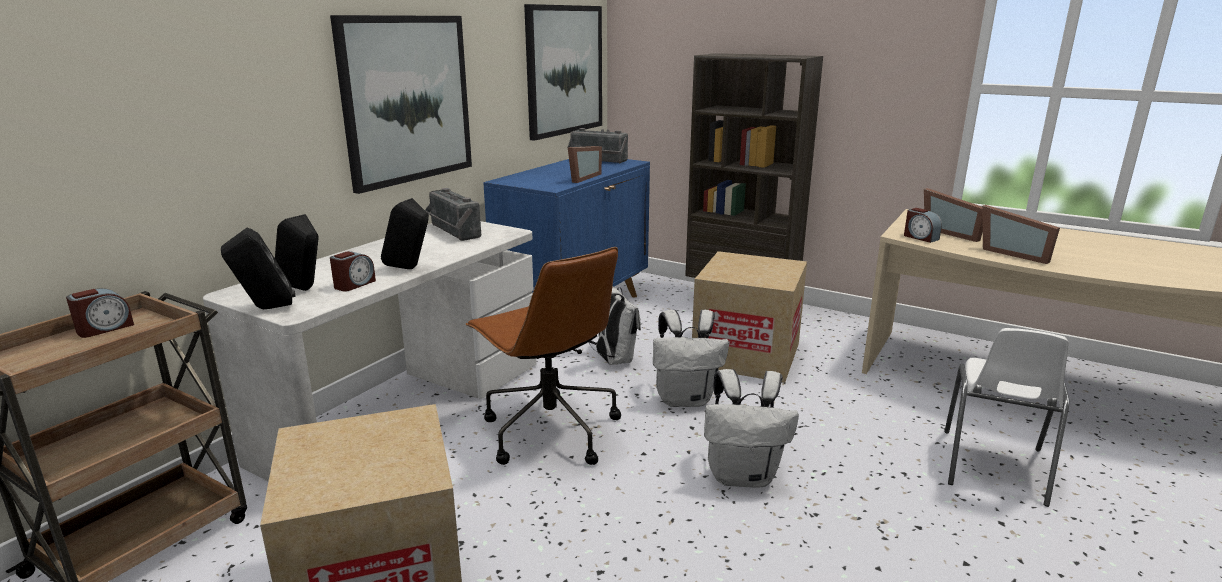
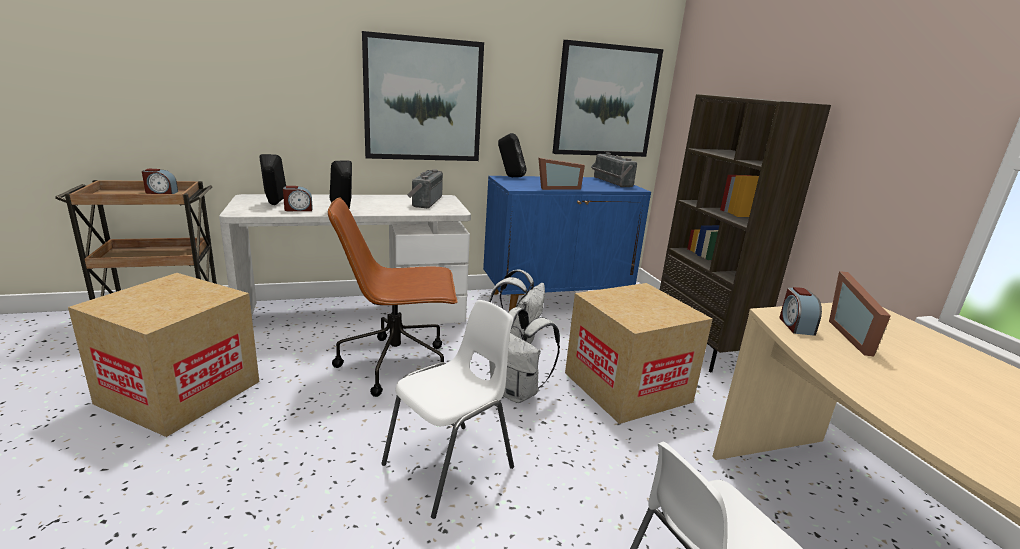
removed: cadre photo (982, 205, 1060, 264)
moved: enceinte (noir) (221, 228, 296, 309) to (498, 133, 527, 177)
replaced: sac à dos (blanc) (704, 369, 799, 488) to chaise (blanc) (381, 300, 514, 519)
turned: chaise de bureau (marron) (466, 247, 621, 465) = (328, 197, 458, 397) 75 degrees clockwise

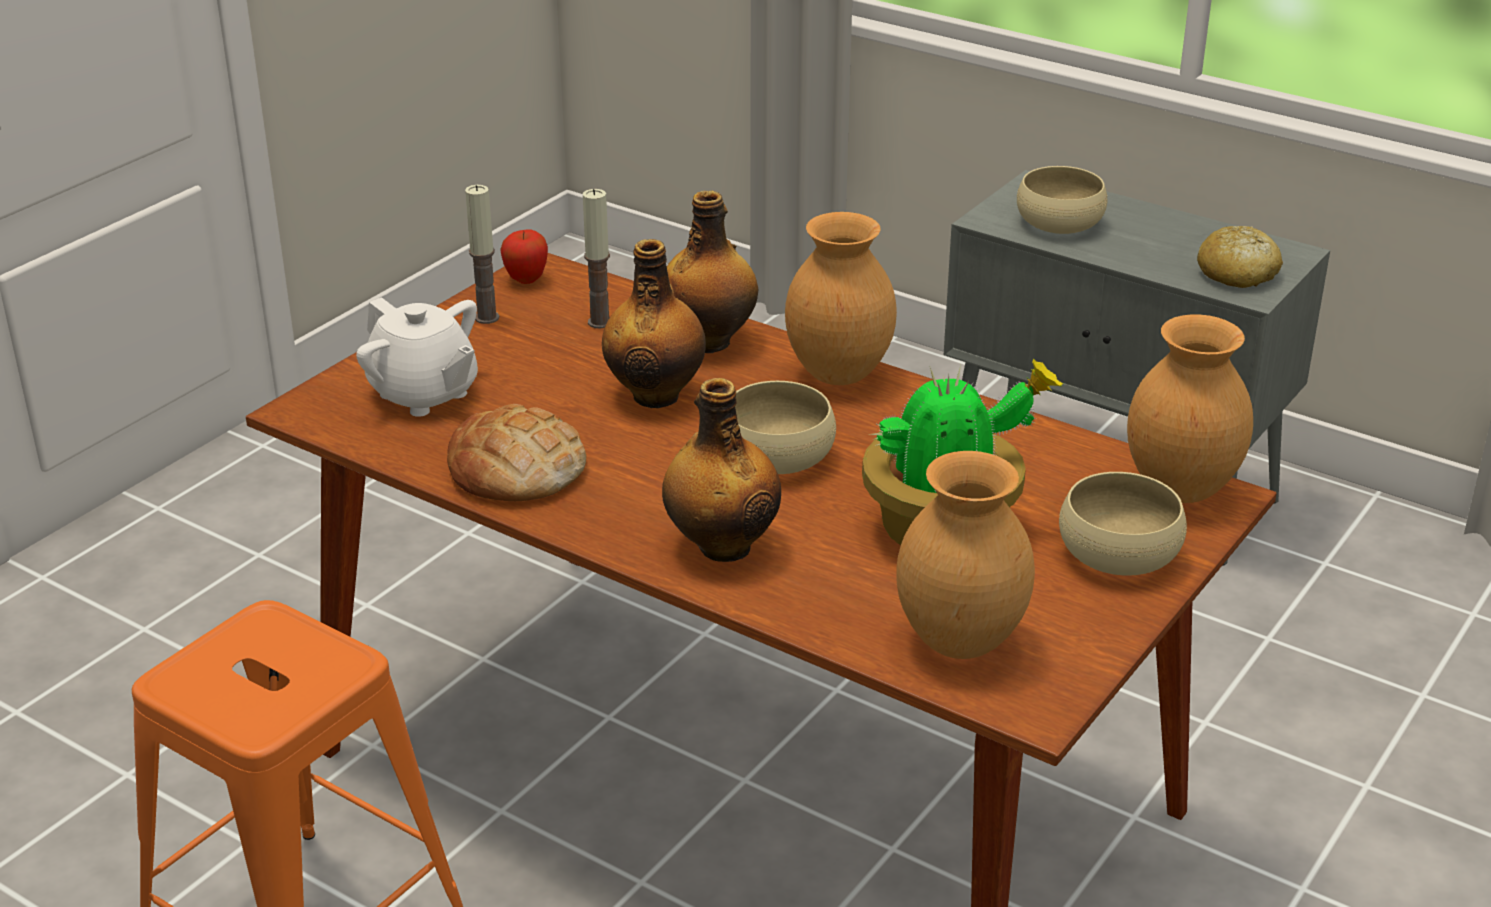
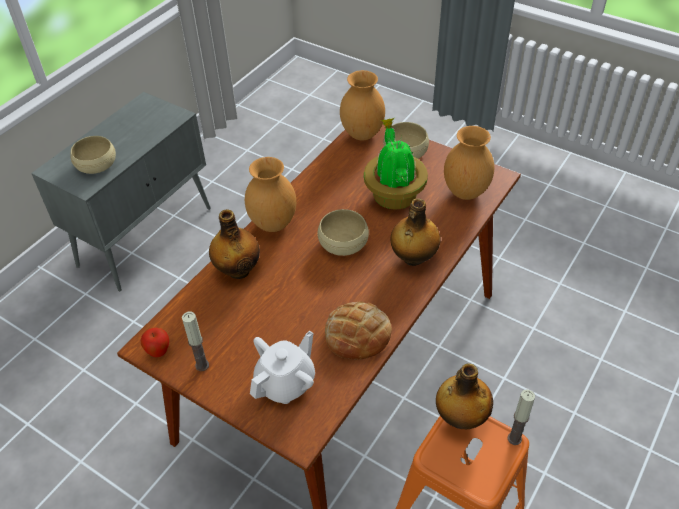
removed: pain (1197, 226, 1283, 288)
moved: bougie (583, 189, 610, 328) to (507, 389, 535, 445); bouteille (602, 239, 706, 408) to (436, 363, 493, 429)

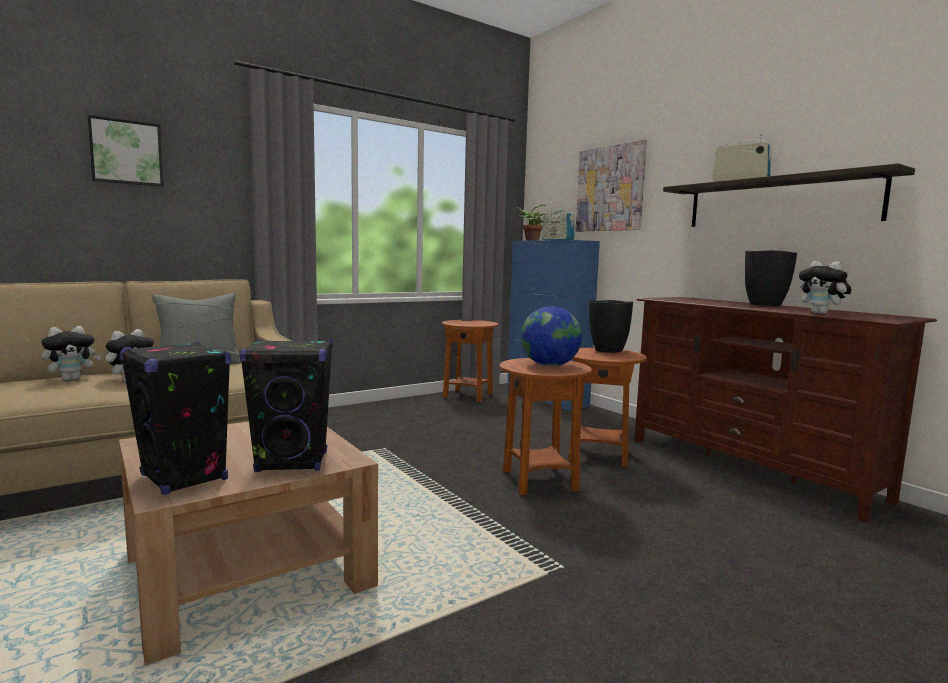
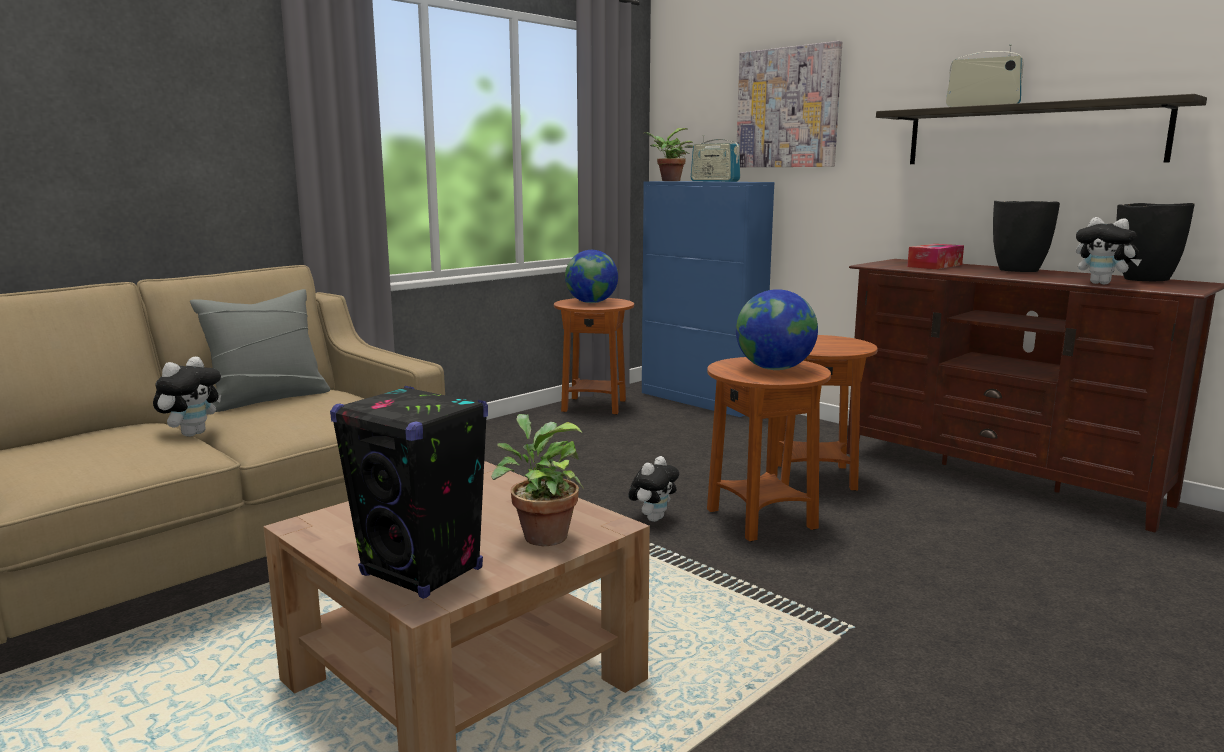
removed: tableau (87, 115, 163, 187)
added: globe (565, 250, 618, 303); boîte à mouchoirs (907, 244, 964, 269)
moved: peluche (41, 326, 102, 381) to (628, 456, 679, 522); vase (noir) (589, 300, 633, 353) to (1117, 203, 1195, 281)
replaced: enceinte (noir) (240, 340, 333, 472) to plante en pot (491, 414, 584, 546)

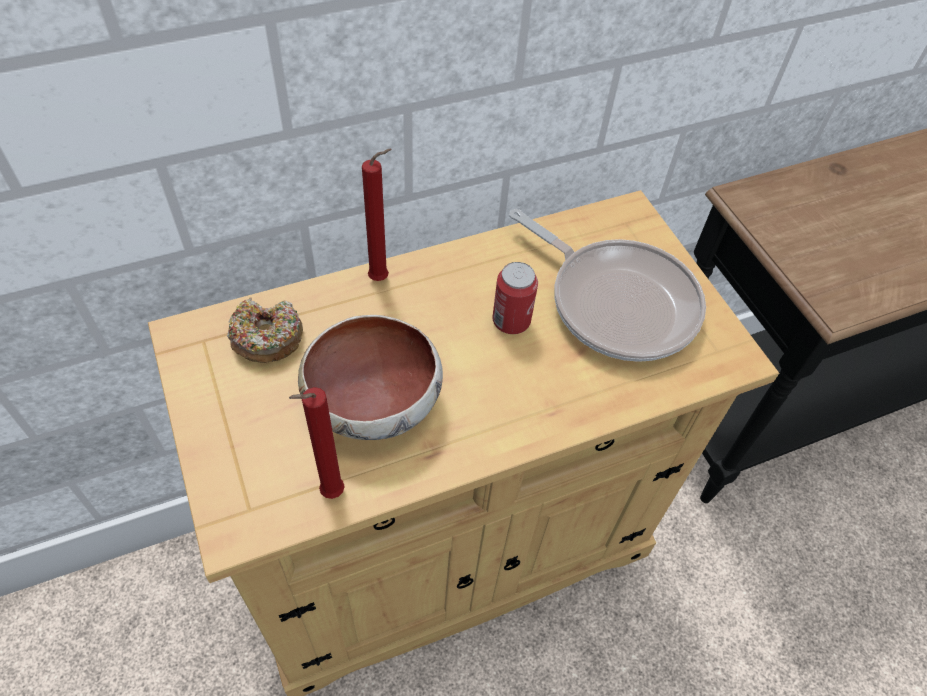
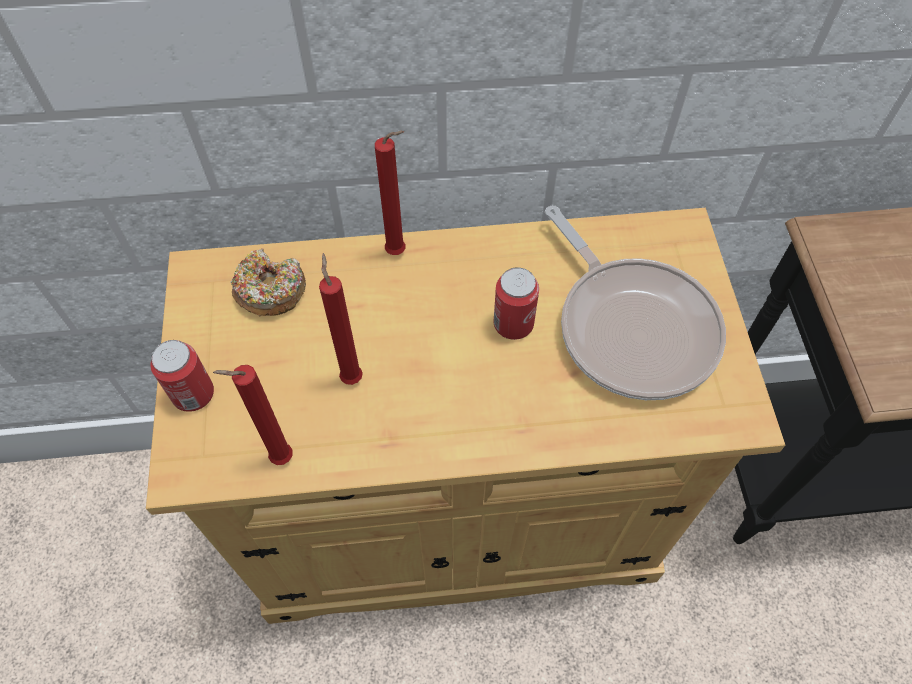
added: boîte métallique (150, 340, 214, 412)
replaced: bol (298, 315, 443, 440) to bougie (rouge) (319, 253, 363, 385)

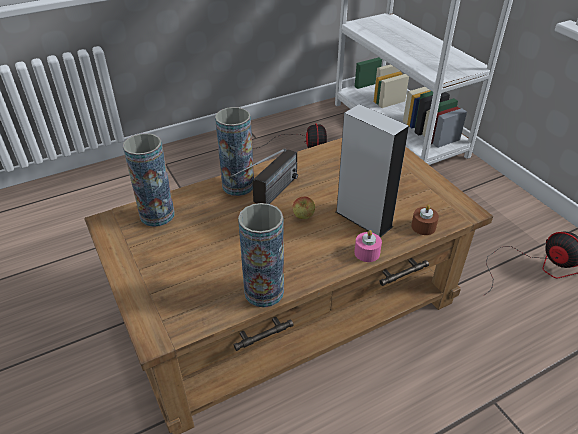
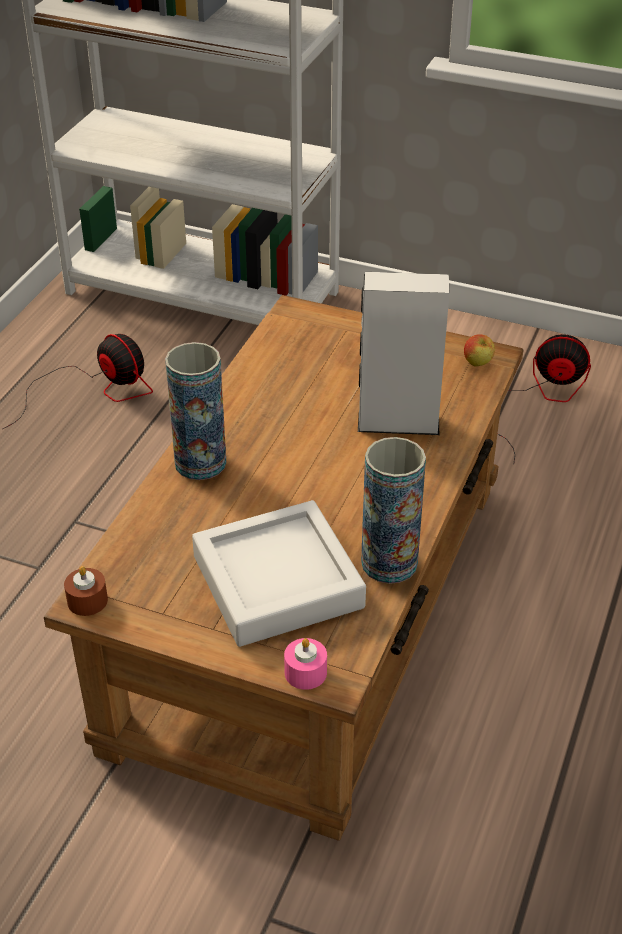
removed: vase (123, 133, 175, 227); radio (231, 149, 298, 204)
added: plateau (gris) (192, 500, 366, 647)
moved: pomme (293, 196, 315, 219) to (464, 334, 495, 367); bougie (rose) (354, 230, 382, 262) to (284, 638, 327, 690); bougie (marron) (411, 204, 439, 235) to (64, 566, 108, 616)

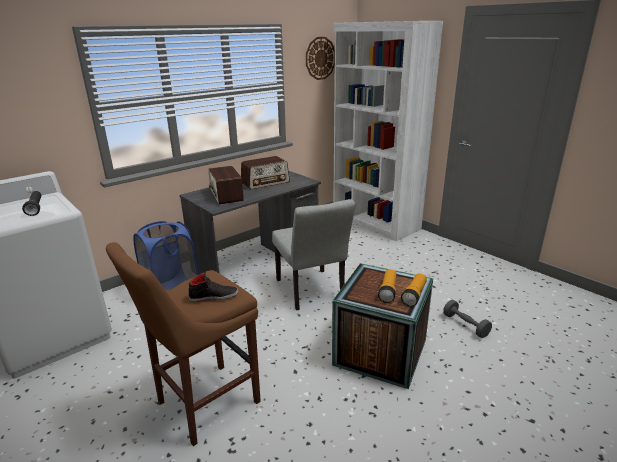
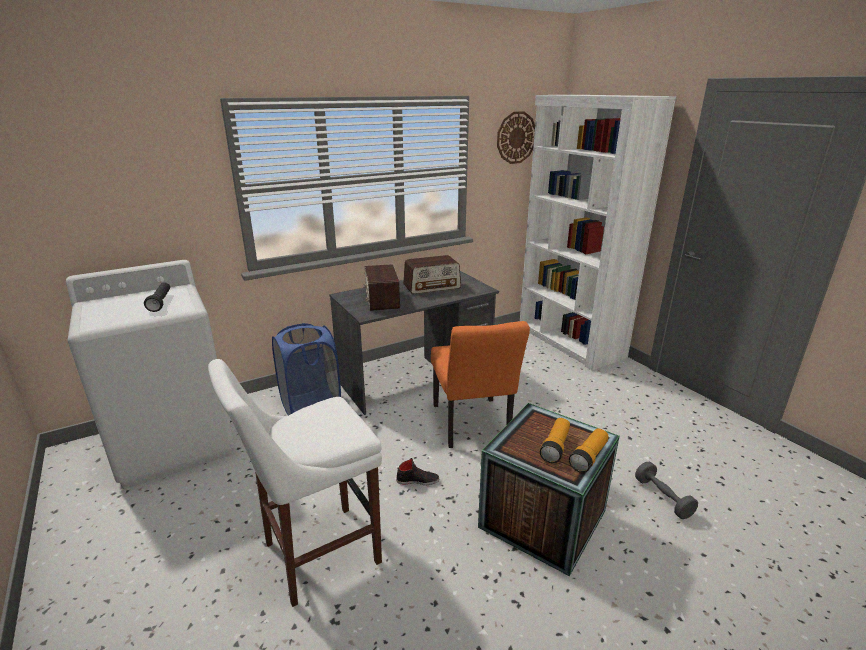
moved: chaussure (noir) (189, 272, 238, 302) to (396, 458, 439, 485)
recoloured: tabouret (marron) (106, 242, 261, 446) to tabouret (blanc) (208, 359, 382, 607); chaise (gris) (272, 199, 355, 310) to chaise (orange) (431, 321, 530, 448)

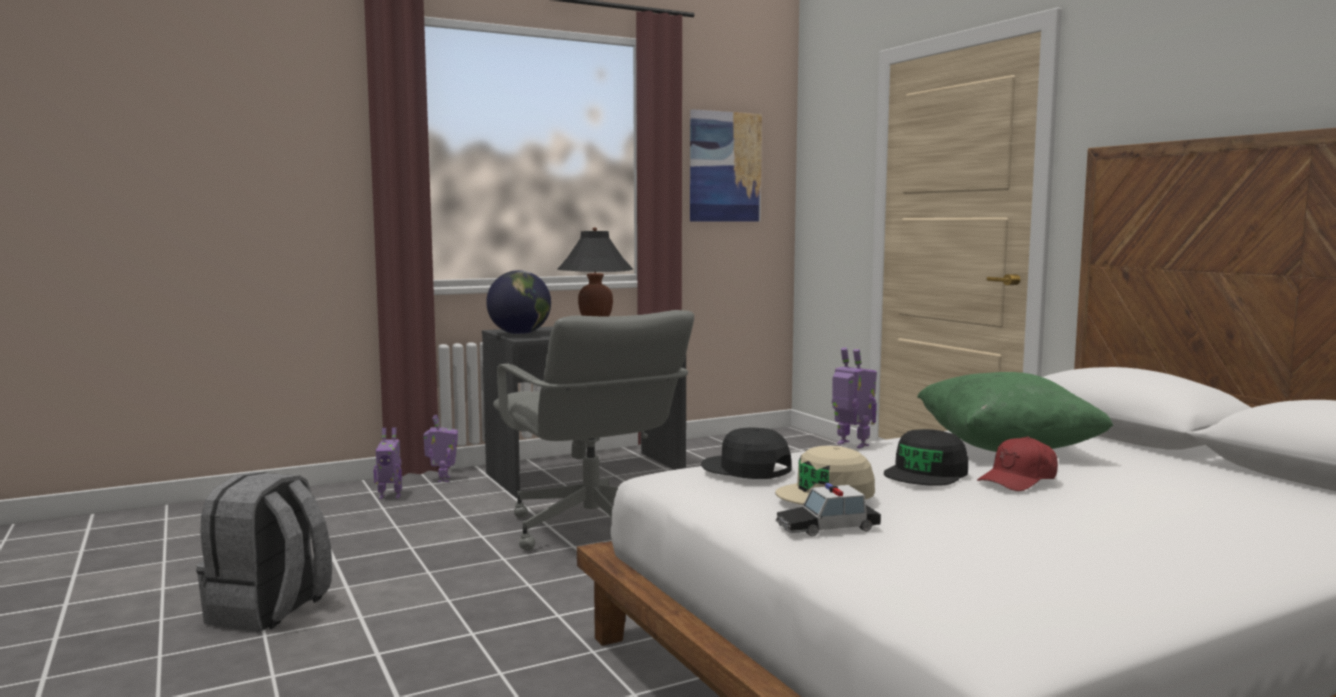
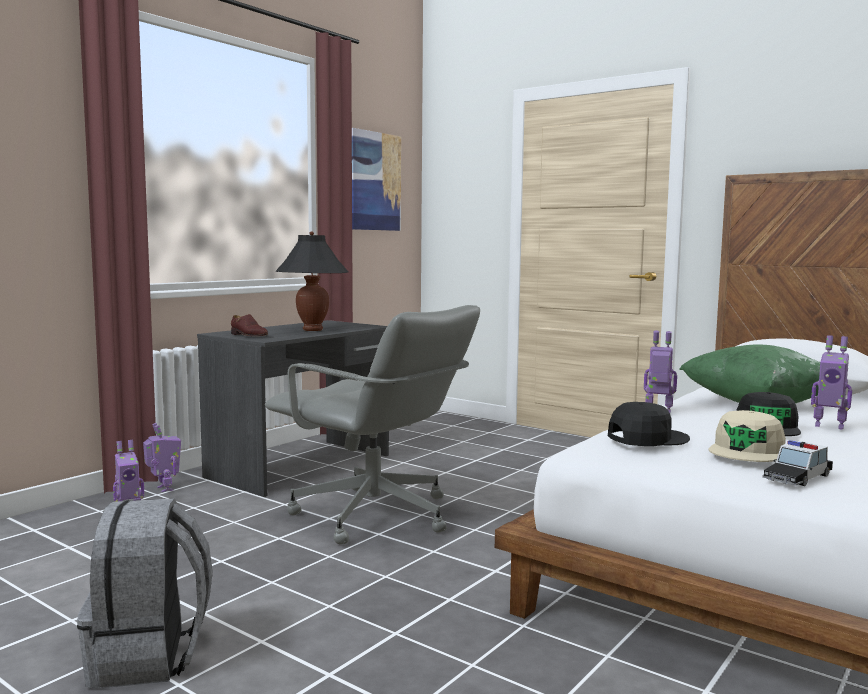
replaced: globe (486, 270, 551, 334) to chaussure (marron) (231, 314, 268, 336); casquette (rouge) (977, 436, 1058, 491) to robot jouet (811, 335, 852, 430)
turned: casquette (noir) (701, 427, 792, 479) = (608, 402, 690, 446) 150 degrees clockwise

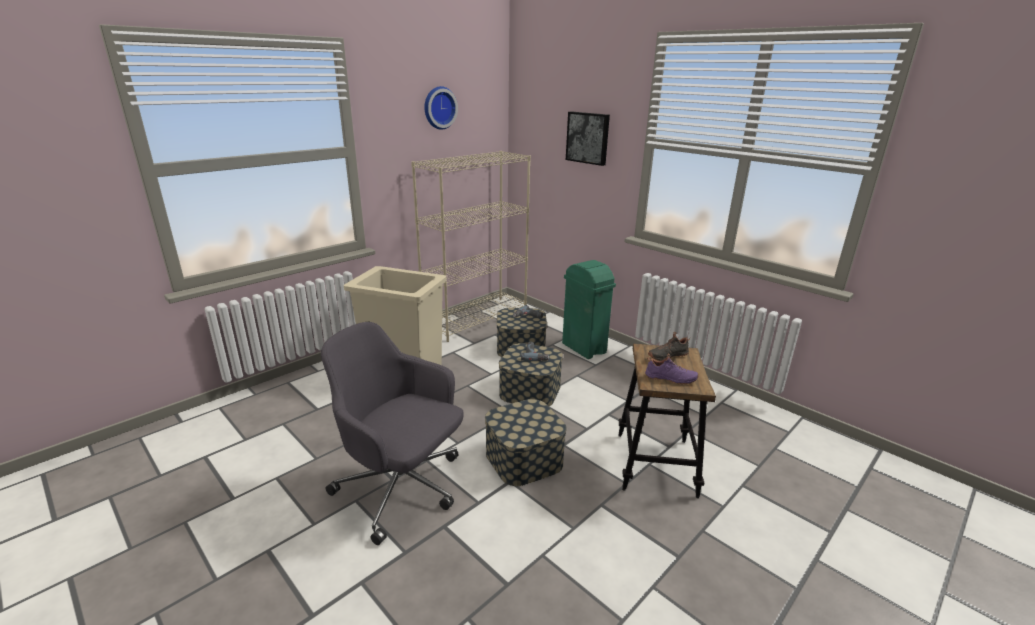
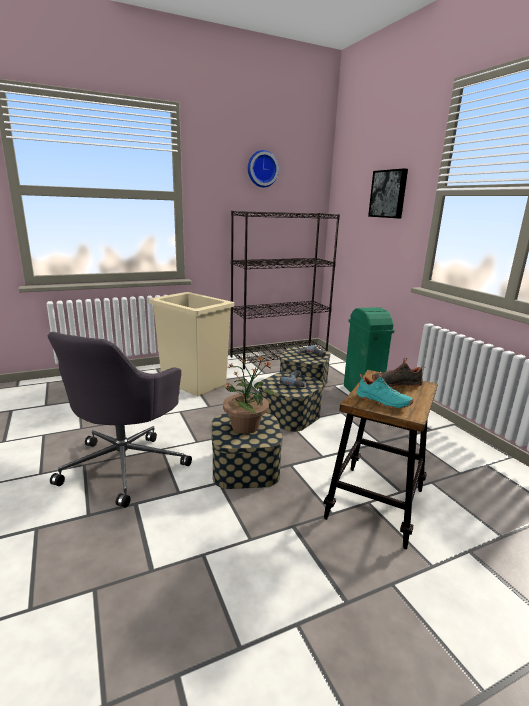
added: plante en pot (223, 357, 276, 434)
recoloured: bibliothèque (beige) (411, 151, 531, 342) to bibliothèque (noir) (230, 211, 340, 369); chaussure (violet) (645, 354, 699, 385) to chaussure (turquoise) (356, 371, 413, 409)
turned: chaise de bureau (gris) (321, 322, 464, 545) = (48, 332, 192, 508) 120 degrees counterclockwise

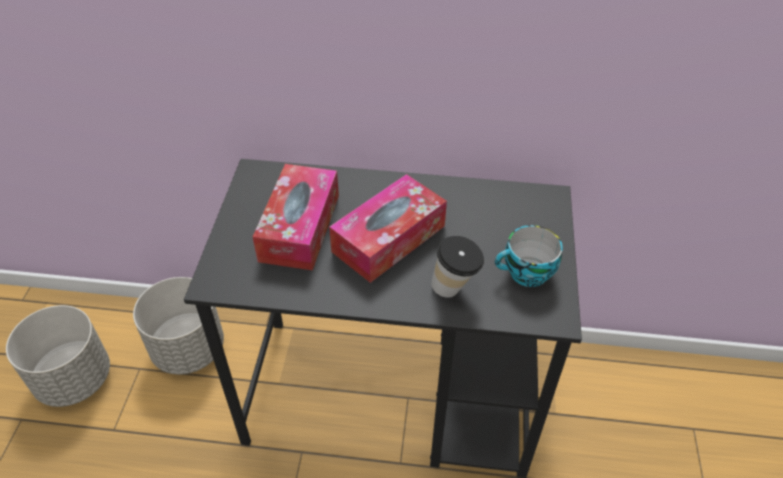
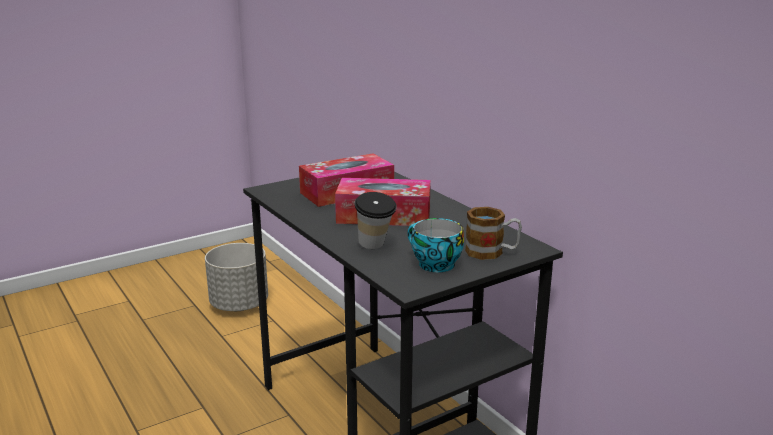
removed: cache-pot (gris) (133, 277, 224, 374)
added: mug (465, 207, 522, 260)

